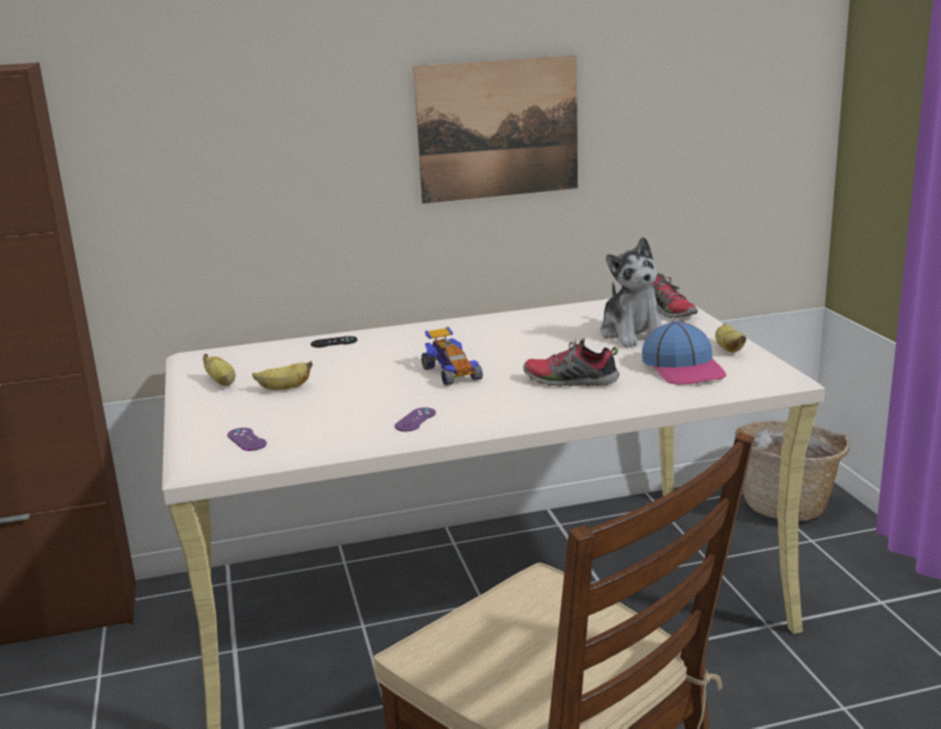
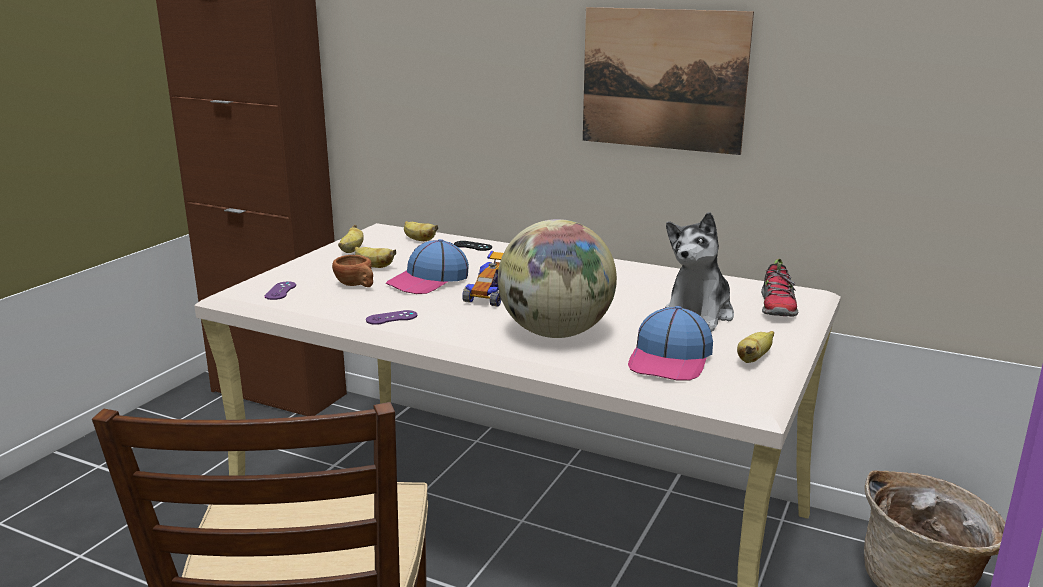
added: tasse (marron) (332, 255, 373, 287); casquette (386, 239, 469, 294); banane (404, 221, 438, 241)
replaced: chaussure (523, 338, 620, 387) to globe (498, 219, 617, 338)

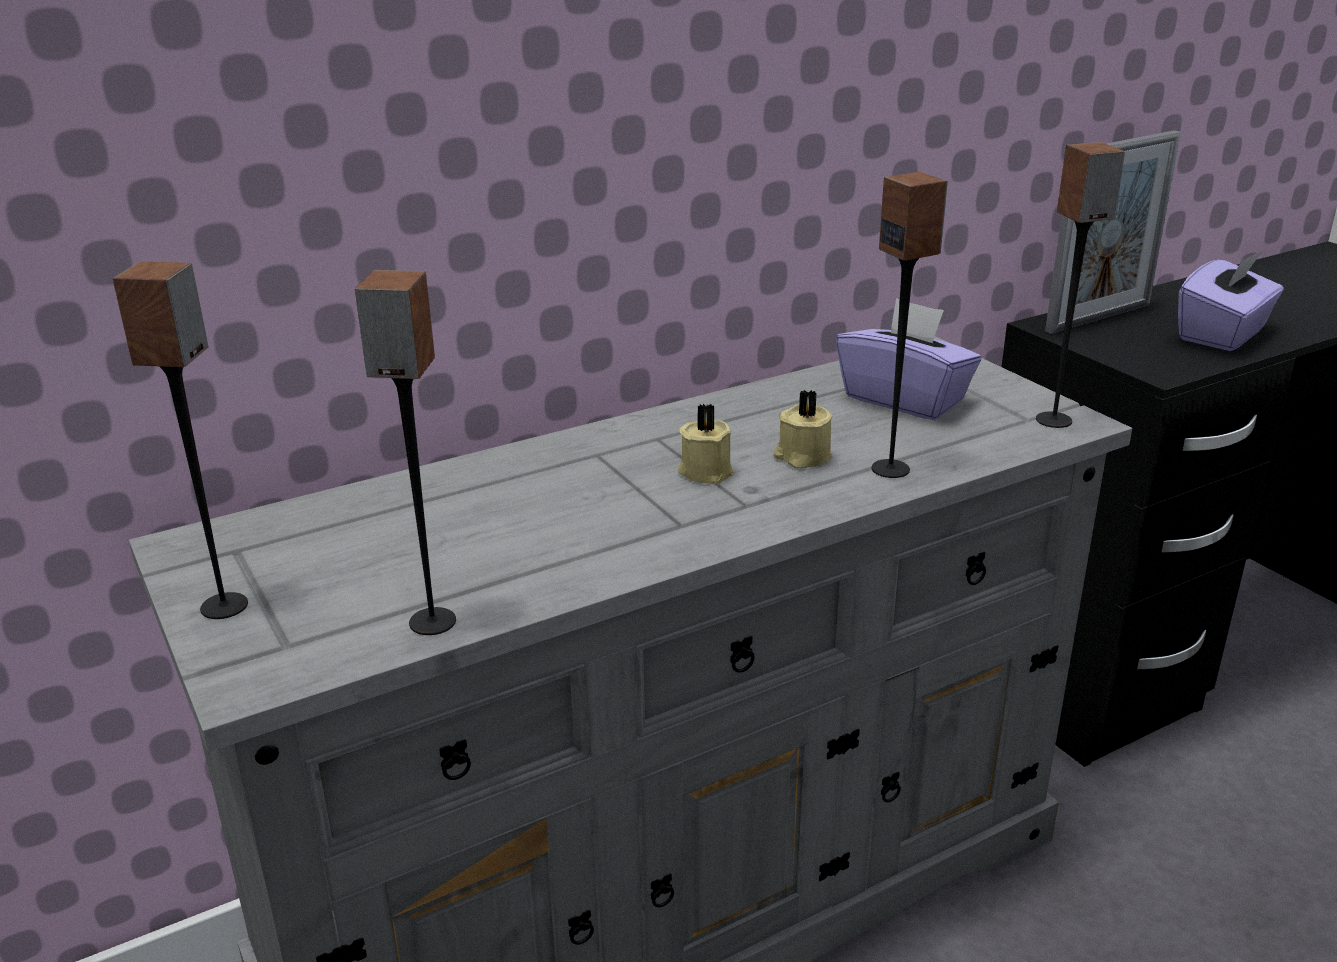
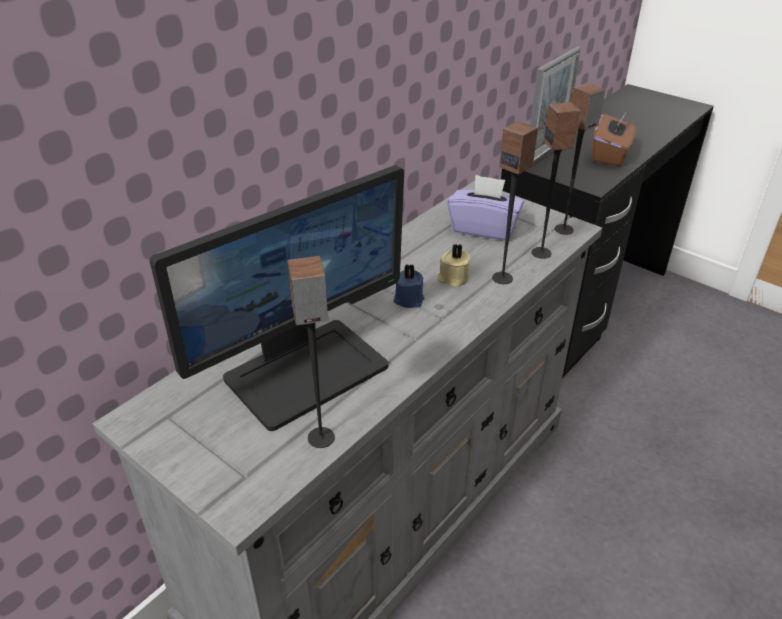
added: écran d'ordinateur (150, 165, 404, 431)
moved: enceinte (113, 262, 248, 619) to (532, 102, 581, 259)
recoloured: bougie (beige) (678, 404, 734, 484) to bougie (bleu) (393, 264, 424, 308); boîte à mouchoirs (violet) (1178, 250, 1284, 351) to boîte à mouchoirs (marron) (591, 110, 636, 166)

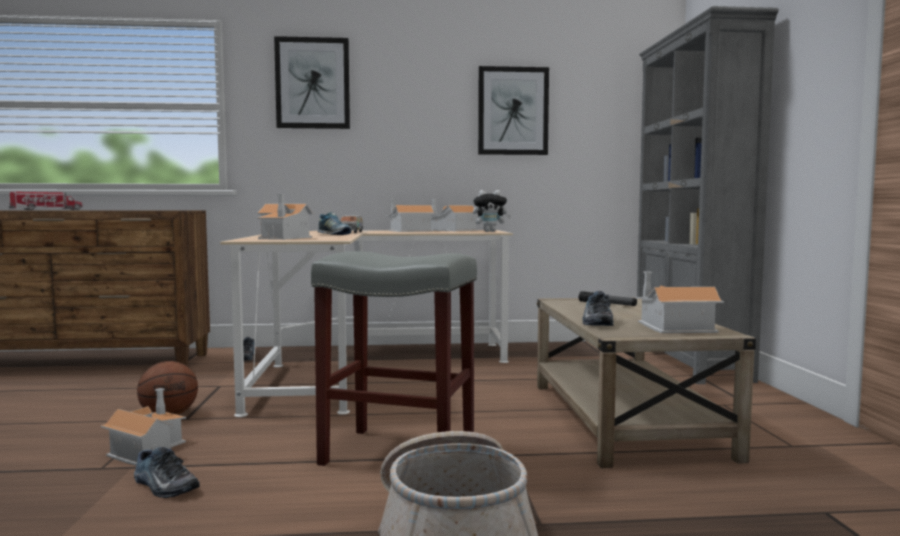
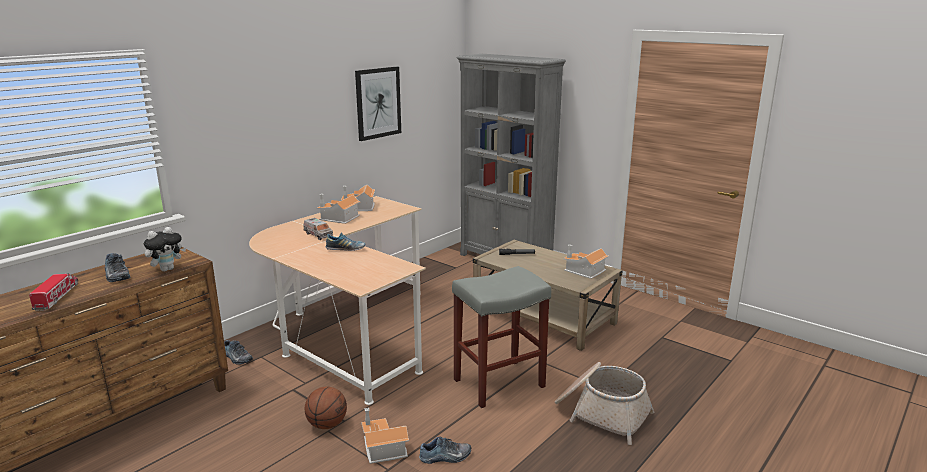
removed: maison miniature (257, 194, 315, 240); tableau (274, 36, 350, 129)
moved: peluche (473, 190, 511, 232) to (144, 227, 186, 272); chaussure (582, 291, 614, 326) to (104, 253, 131, 282)

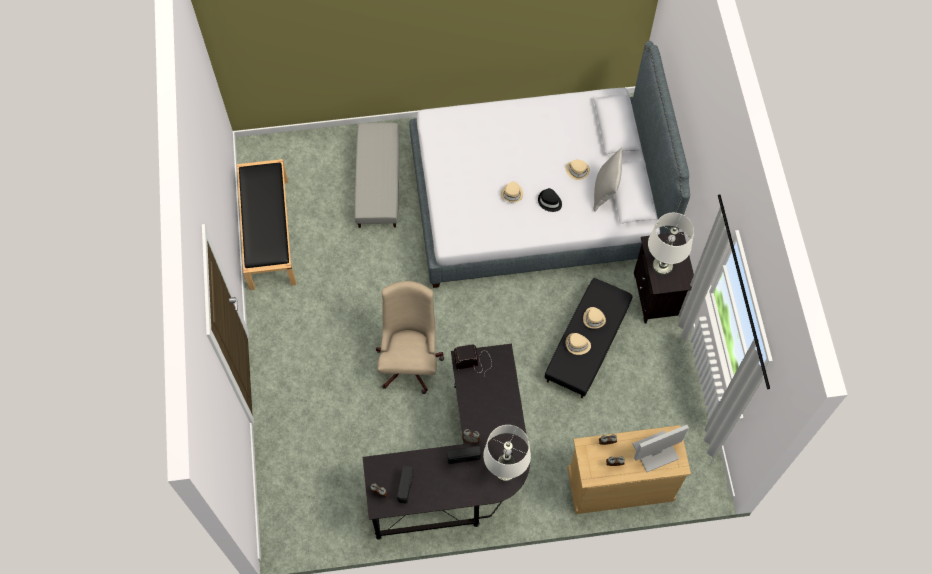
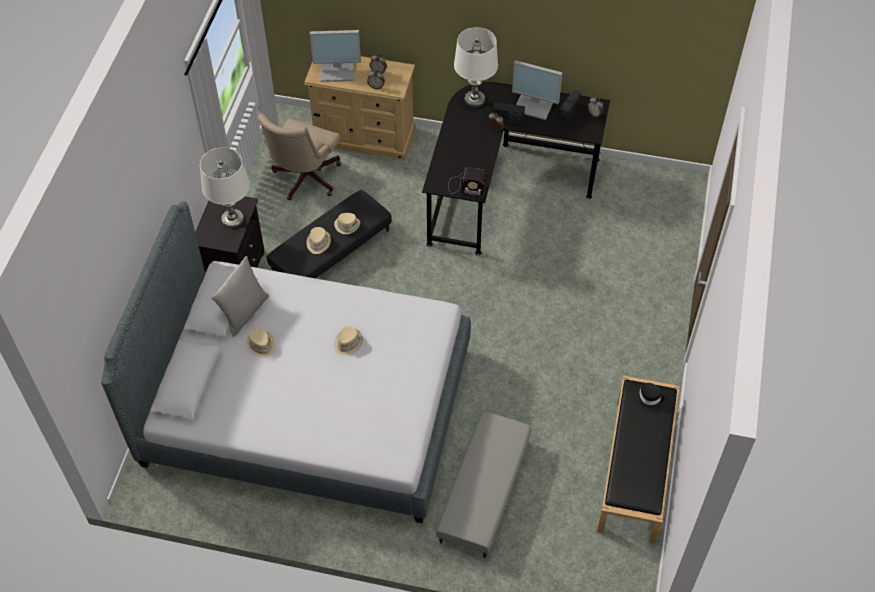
added: écran d'ordinateur (512, 60, 563, 120)
moved: chaise de bureau (beige) (376, 281, 444, 394) to (258, 113, 341, 200); chapeau (noir) (538, 188, 562, 212) to (635, 383, 664, 408)

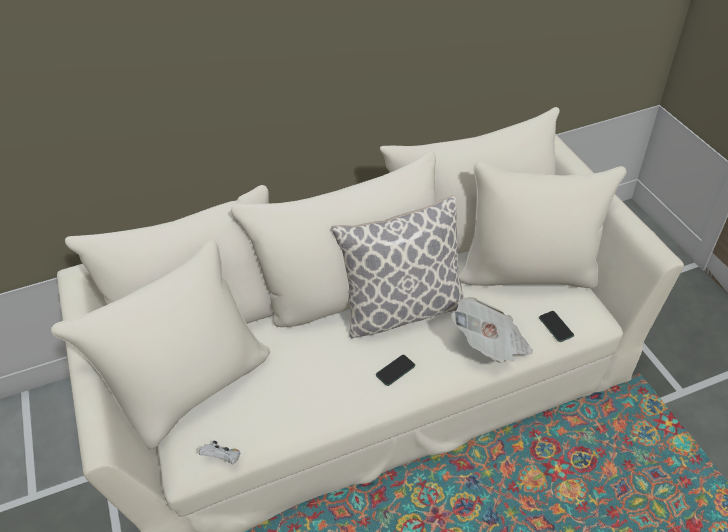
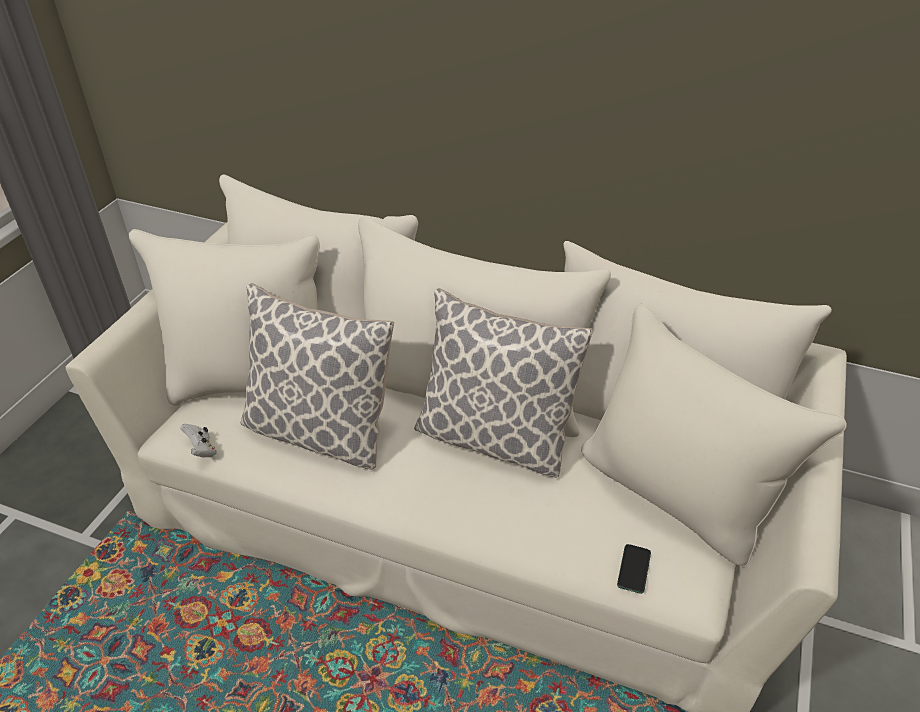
removed: téléphone (376, 355, 415, 386); journal (451, 297, 533, 363)
added: coussin (241, 283, 394, 470)

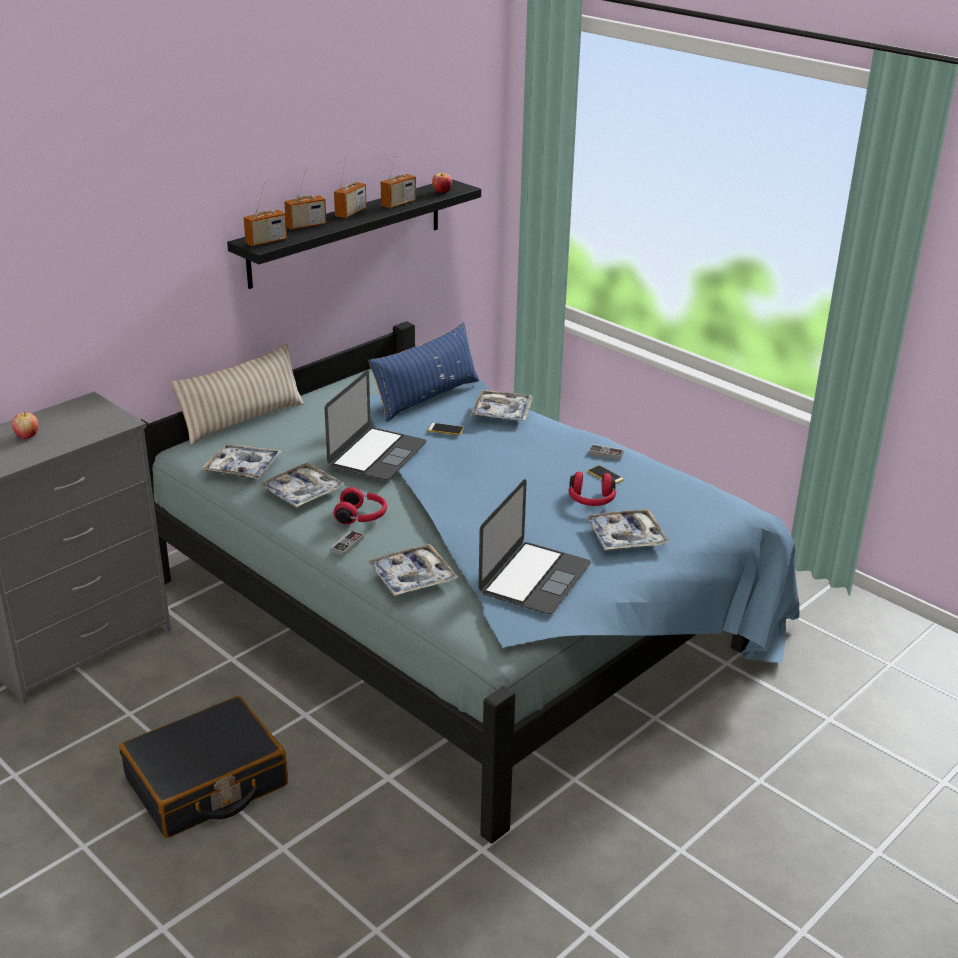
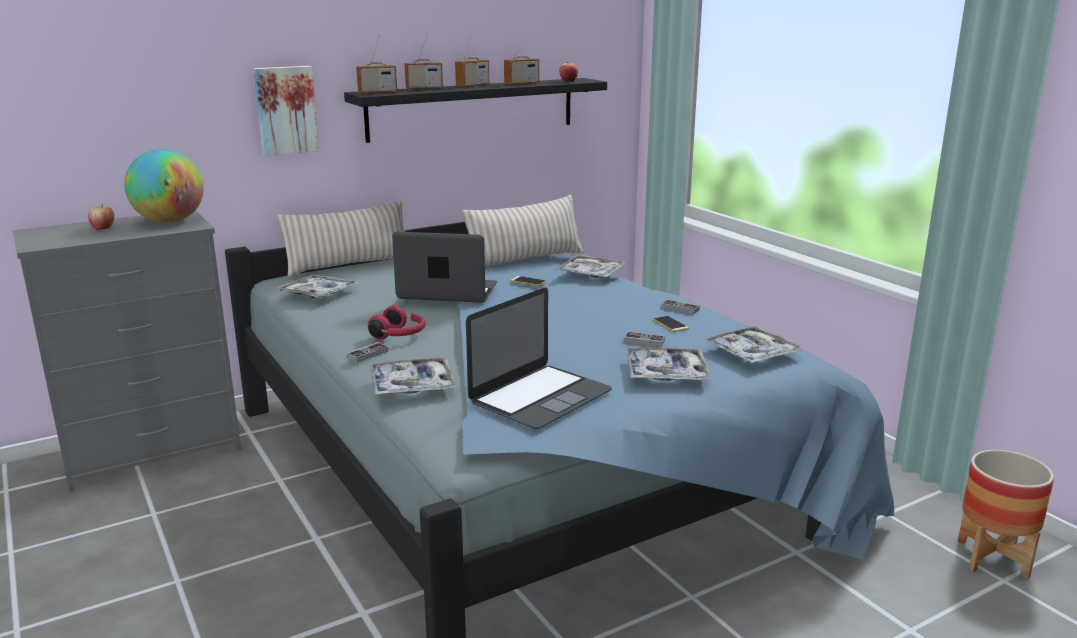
removed: valise (noir) (119, 696, 288, 838)
added: globe (124, 149, 204, 223); tableau (253, 66, 319, 156); cache-pot (958, 450, 1054, 579)
moved: plateau (259, 462, 345, 508) to (704, 326, 804, 363)
replaced: casque audio (rouge) (568, 472, 616, 506) to manette (624, 332, 665, 347)
recoloured: coussin (bleu) (368, 322, 479, 422) to coussin (beige) (462, 195, 583, 268)
turned: ordinateur portable (325, 371, 426, 480) = (392, 232, 497, 303) 120 degrees counterclockwise

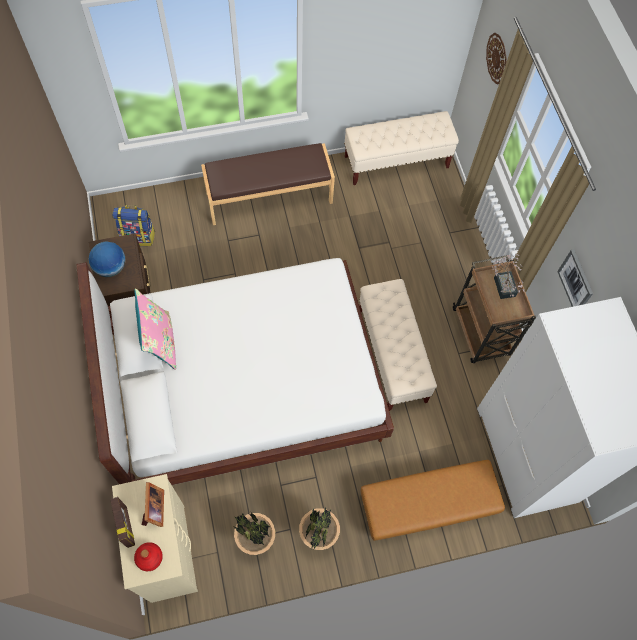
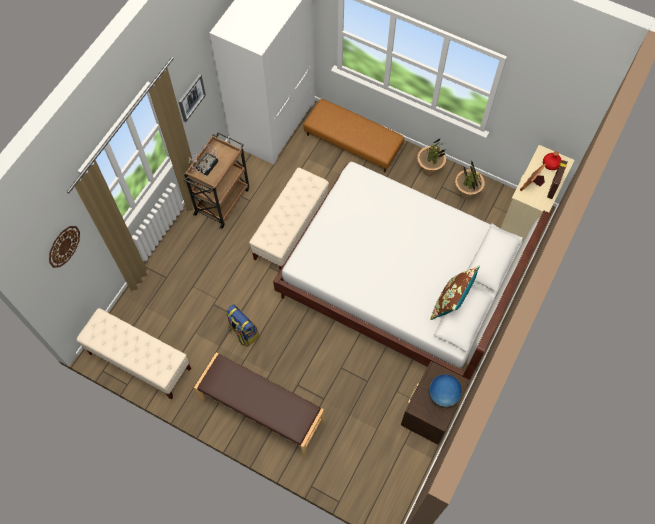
moved: sac à dos (112, 205, 155, 246) to (226, 305, 259, 346)
recoloured: coussin (rose) (134, 288, 176, 370) to coussin (marron) (430, 265, 480, 320)

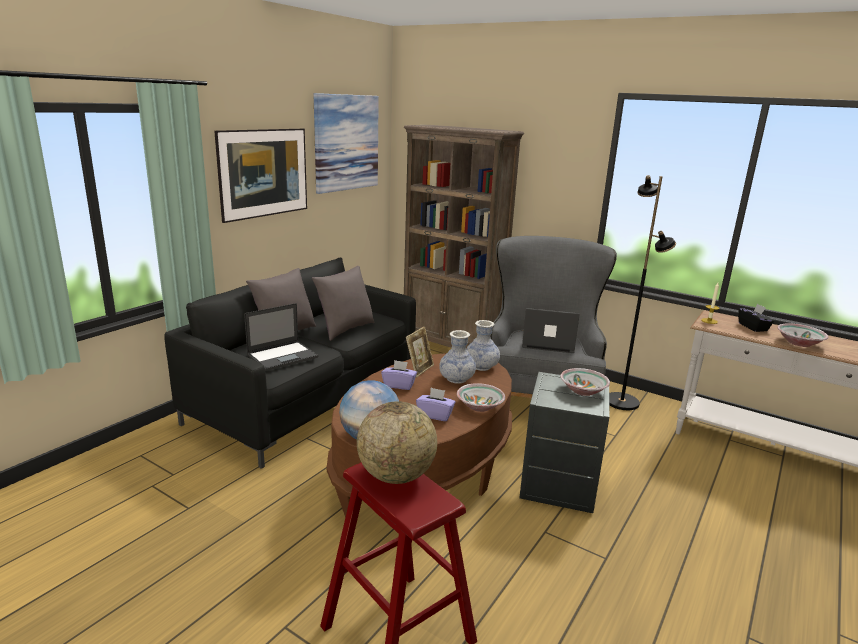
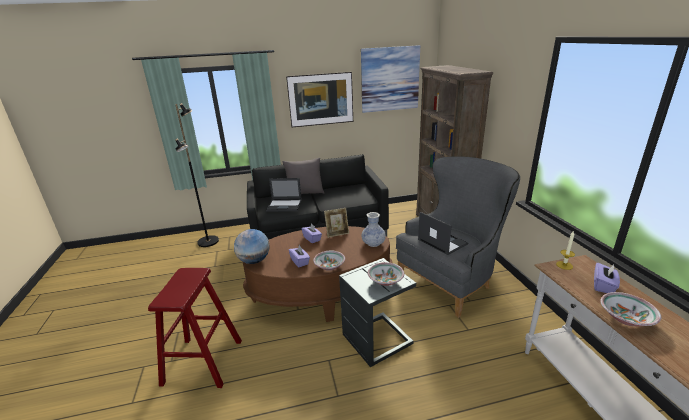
removed: coussin (gris) (312, 266, 375, 341); globe (357, 401, 437, 484); vase (439, 330, 476, 384)
moved: lampadaire (noir) (609, 175, 676, 410) to (175, 103, 219, 247)
recoloured: boîte à mouchoirs (noir) (738, 303, 774, 332) to boîte à mouchoirs (violet) (594, 263, 620, 293)

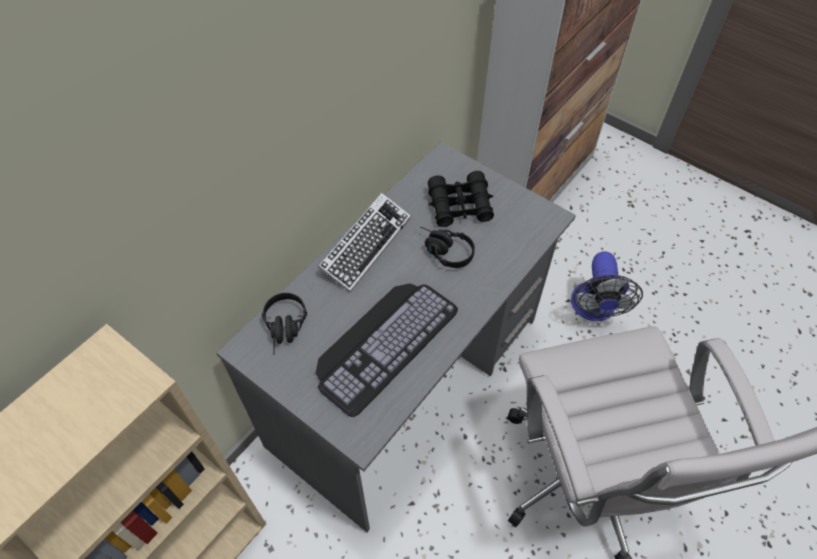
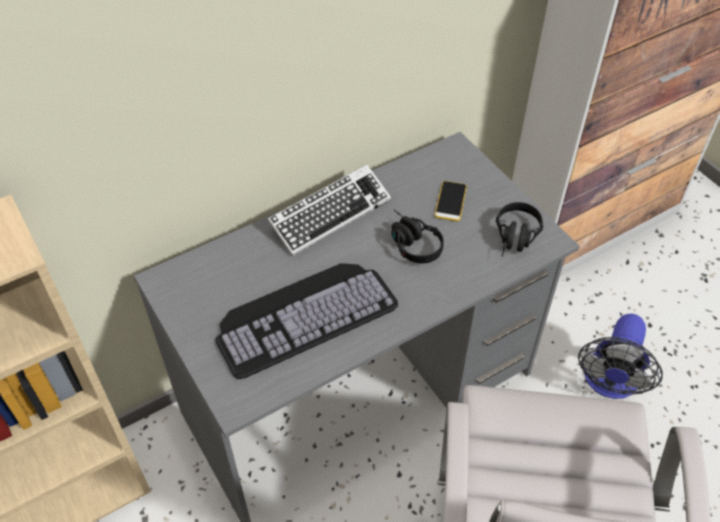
moved: casque audio (noir) (262, 293, 307, 355) to (496, 202, 543, 257)
replaced: jumelles (noir) (428, 171, 494, 227) to téléphone (434, 181, 467, 221)

